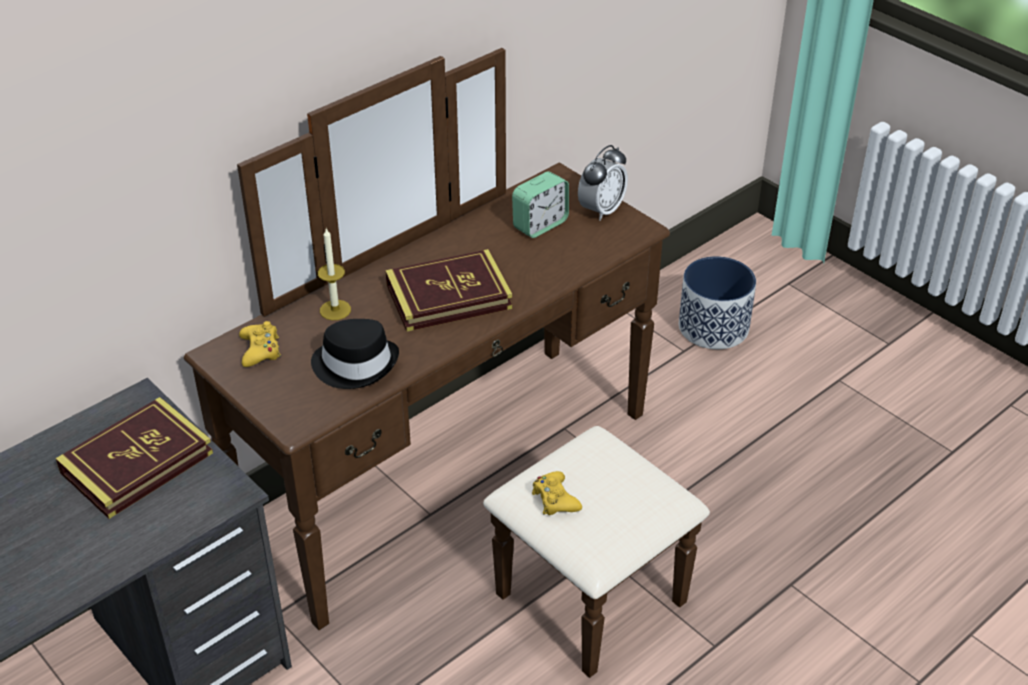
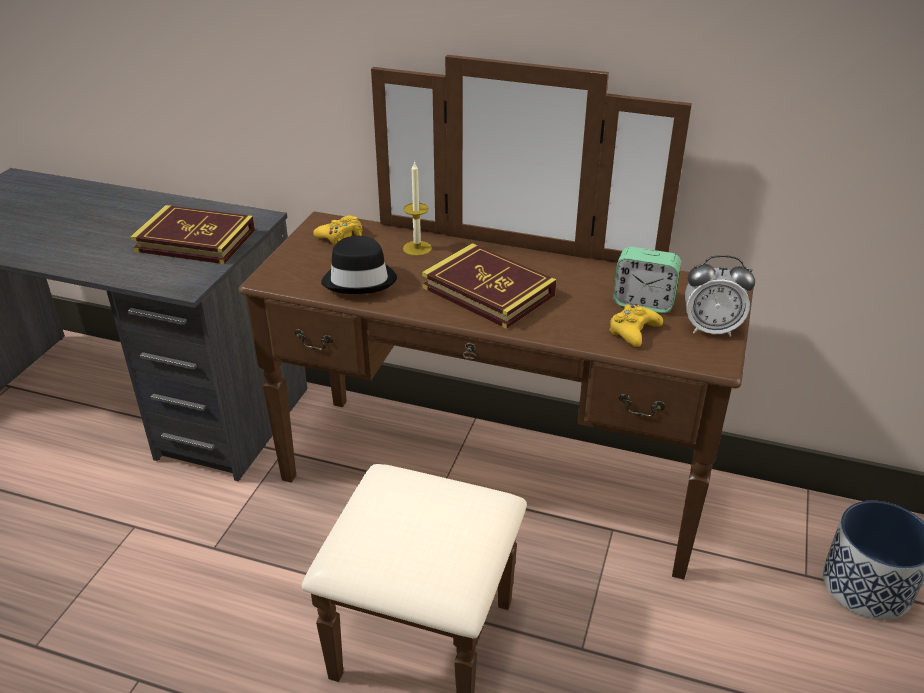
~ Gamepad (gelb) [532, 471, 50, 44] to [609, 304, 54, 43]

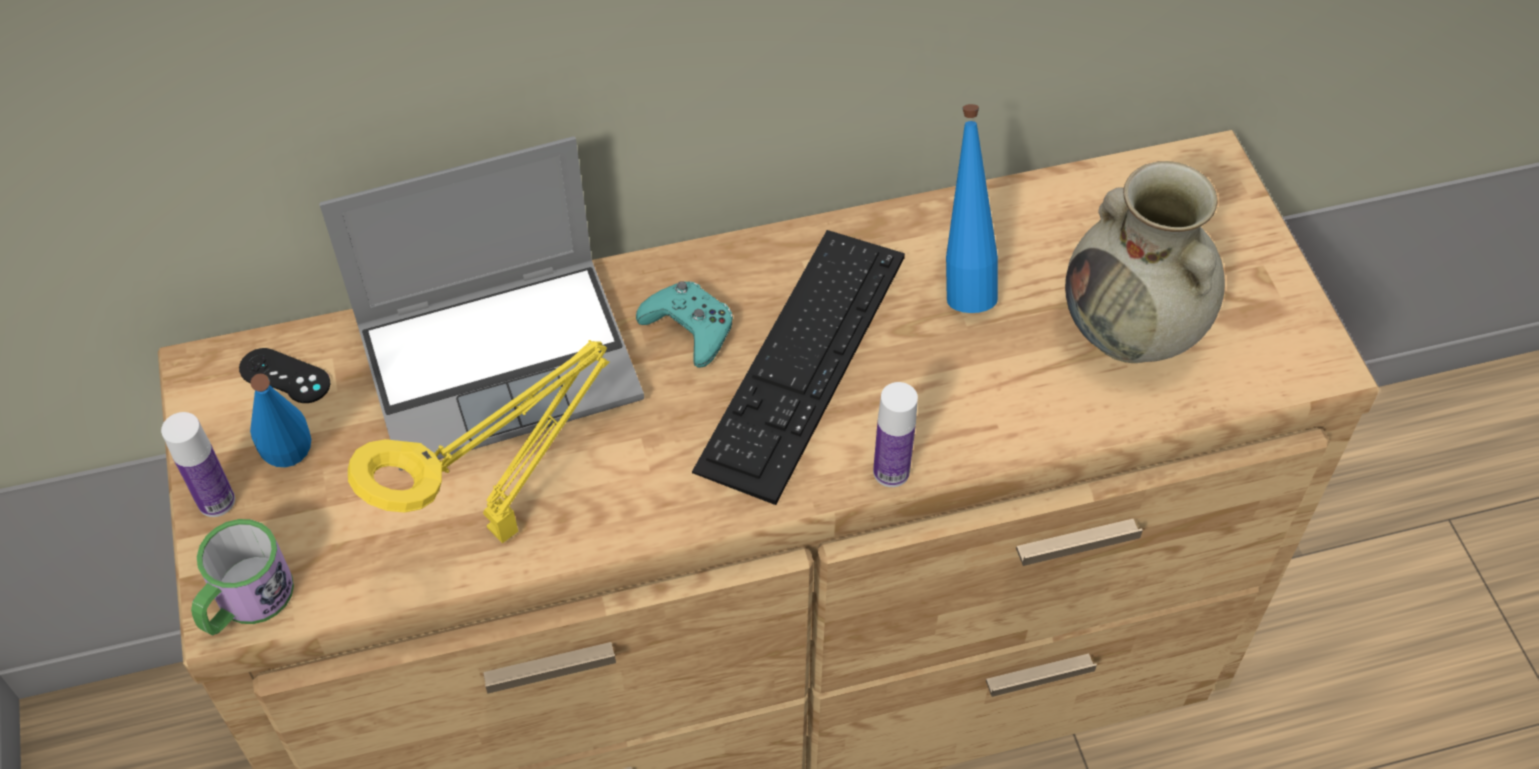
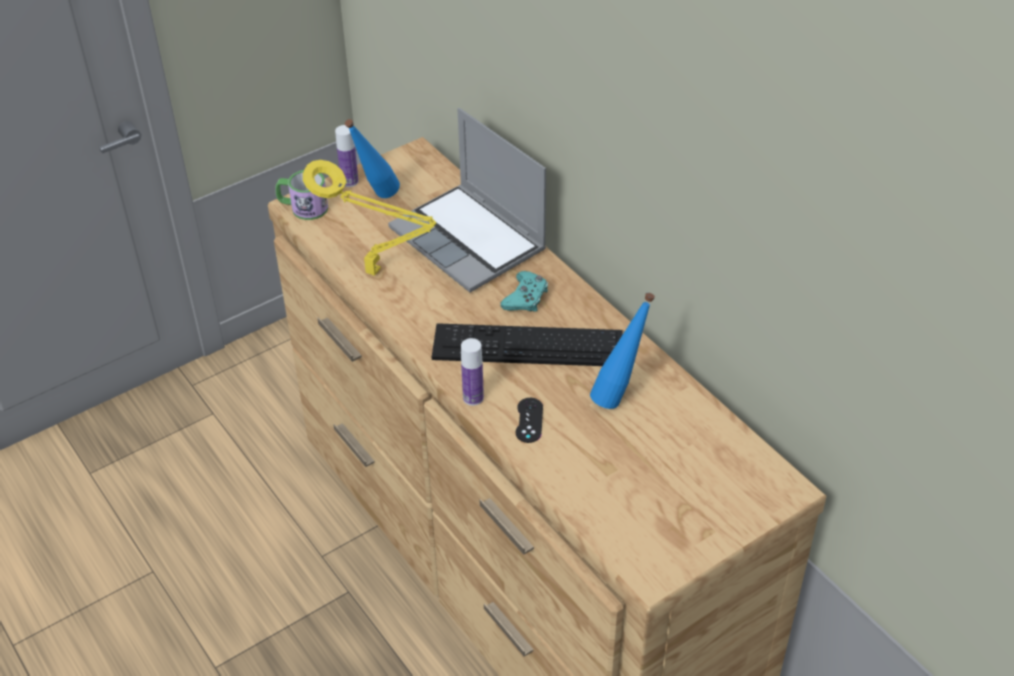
~ Gamepad (schwarz) [239, 348, 91, 55] to [516, 398, 27, 45]
- Vase (beige) [1065, 161, 160, 202]

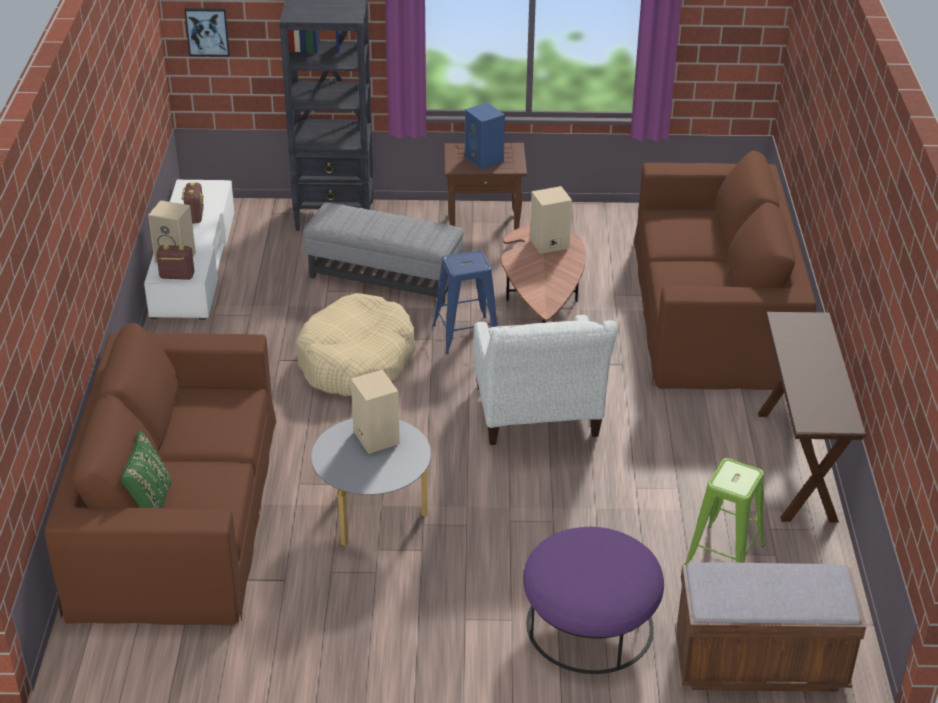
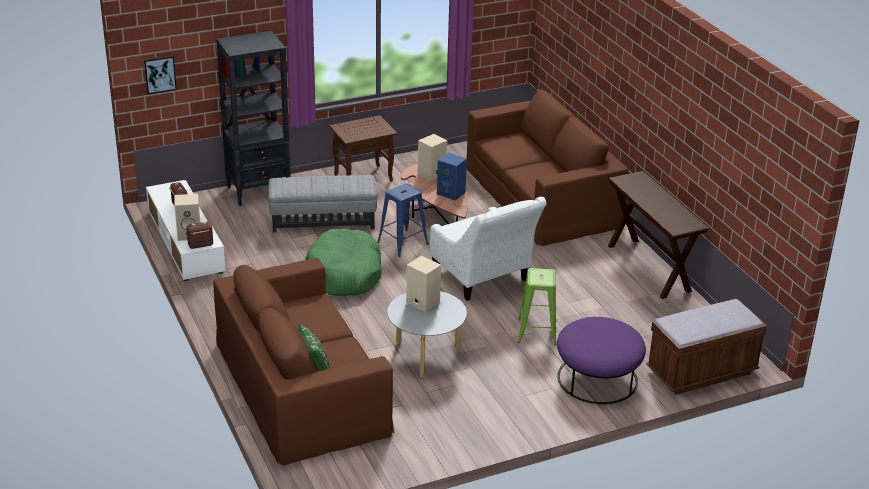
~ Hundebett (beige) [296, 293, 120, 103] to Hundebett (grün) [306, 229, 76, 67]
~ Lautsprecher (blau) [465, 102, 40, 68] to [437, 152, 30, 49]
~ Hocker (grün) [684, 458, 81, 107] to [518, 268, 39, 77]

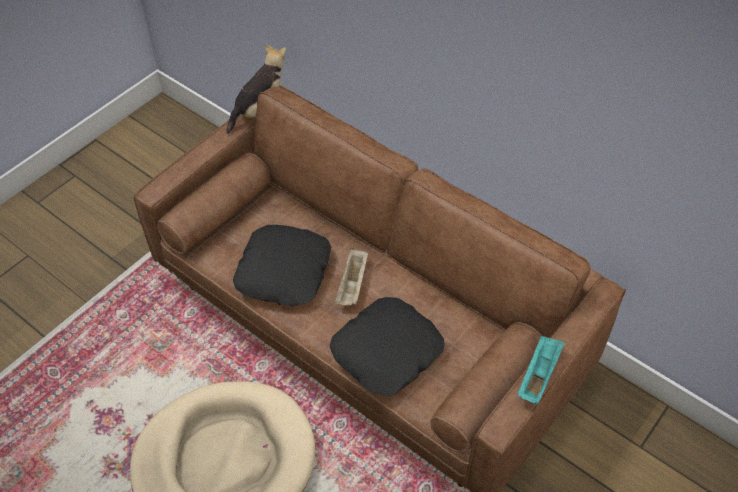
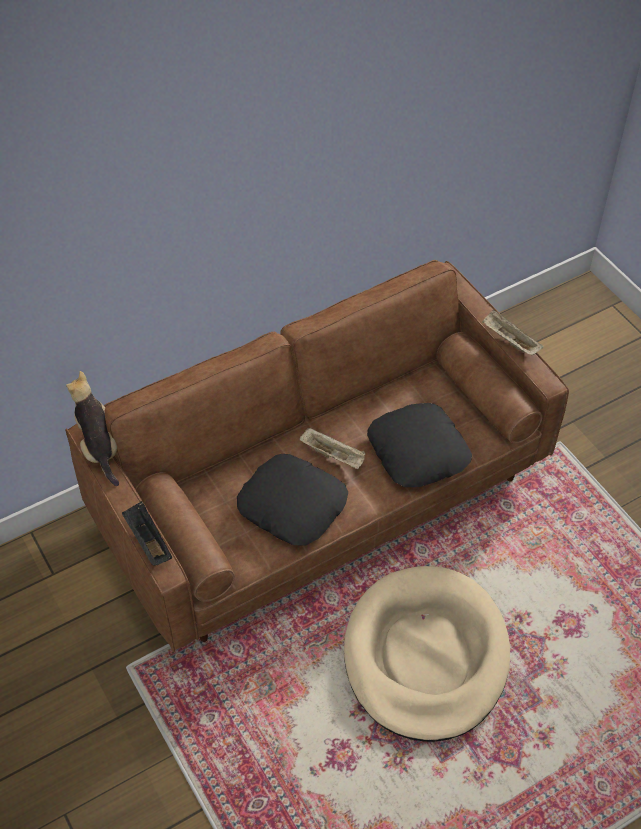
~ Tablett (türkis) [518, 336, 47, 69] to Tablett (beige) [482, 310, 62, 45]
+ Tablett (schwarz) [122, 501, 50, 65]

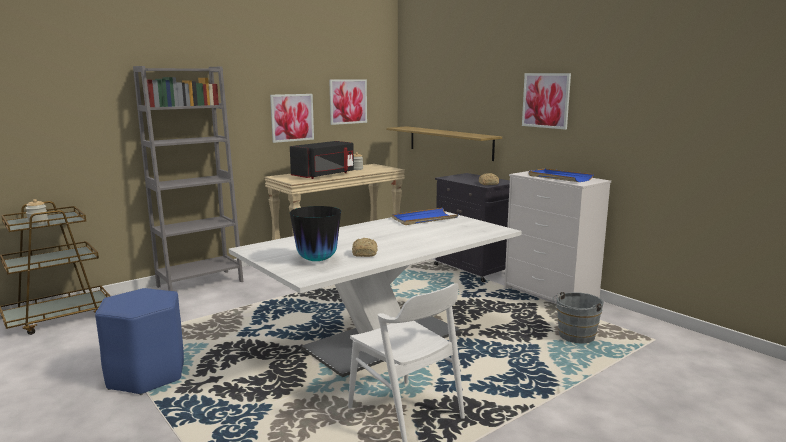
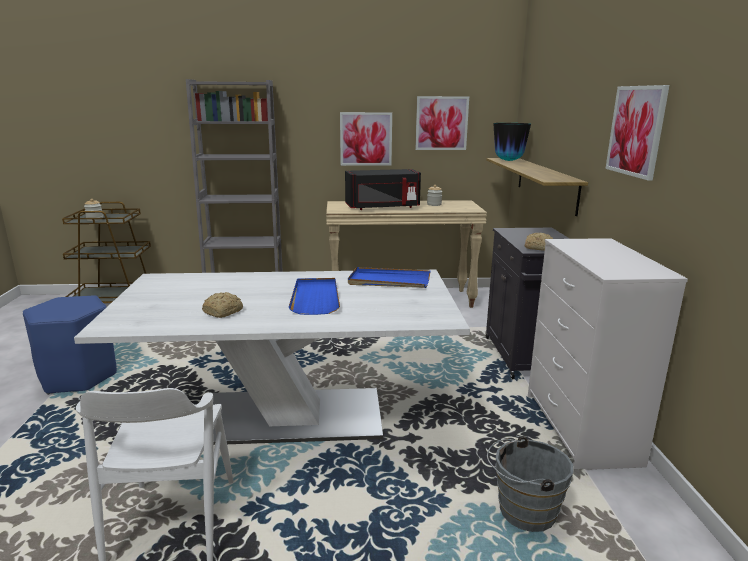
~ Vase [290, 206, 51, 55] to [493, 123, 38, 38]
~ Tablett (blau) [529, 168, 65, 14] to [289, 278, 51, 37]

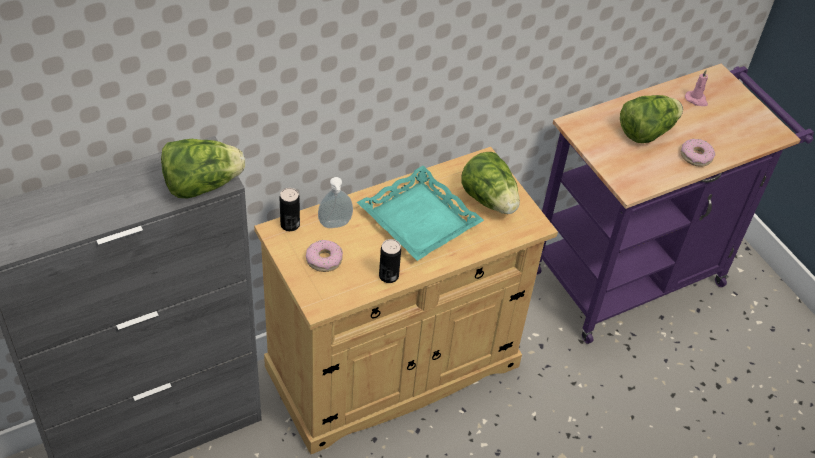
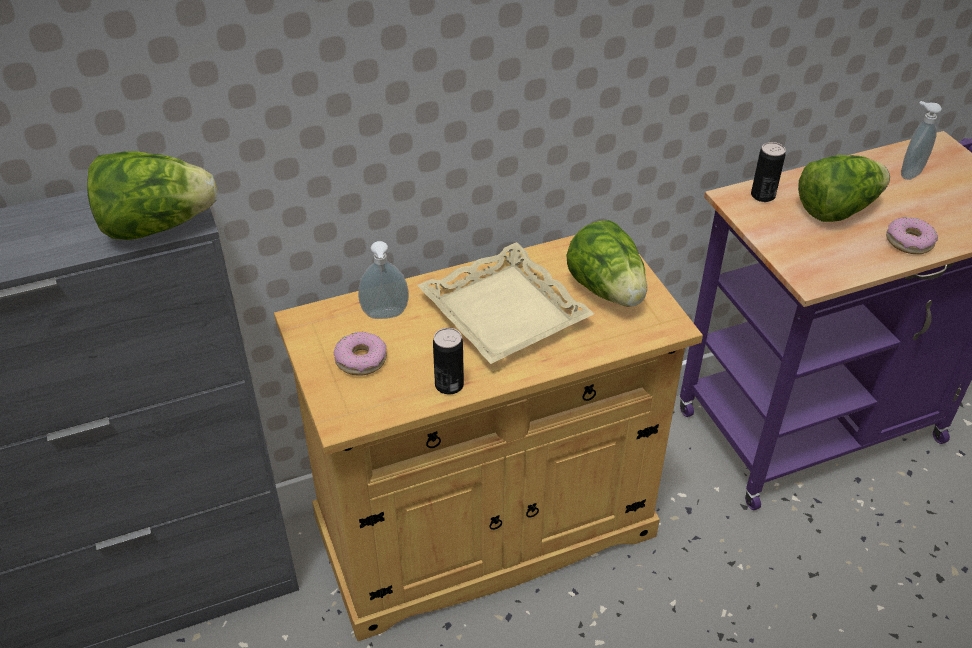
~ Dose [279, 188, 21, 43] to [751, 142, 35, 60]
~ Tablett (türkis) [357, 166, 127, 95] to Tablett (beige) [417, 242, 177, 122]
~ Kerze (rosa) [685, 69, 23, 37] to Seifenspender [901, 101, 41, 79]

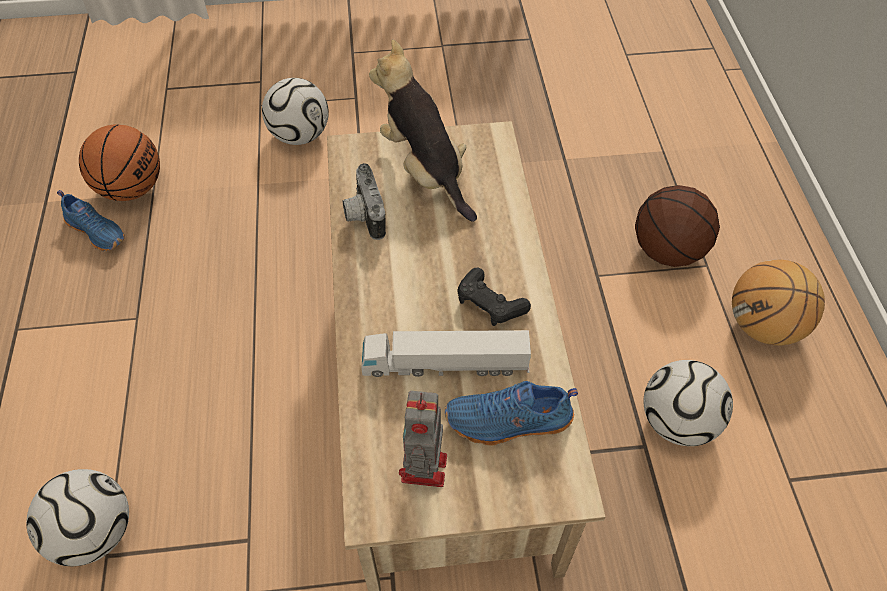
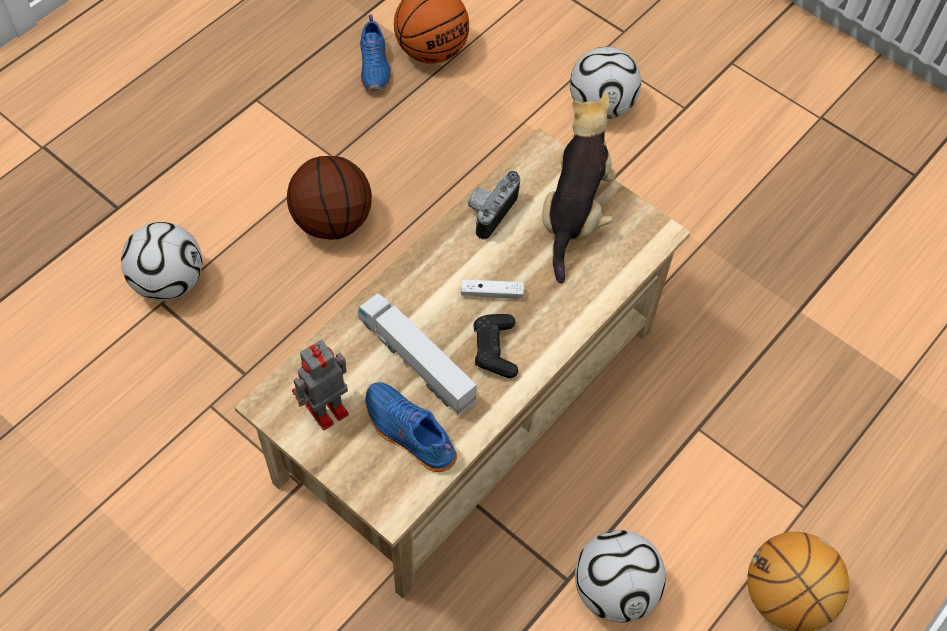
~ Basketball [635, 185, 85, 82] to [287, 156, 85, 84]
+ Gamepad (weiß) [461, 279, 63, 20]

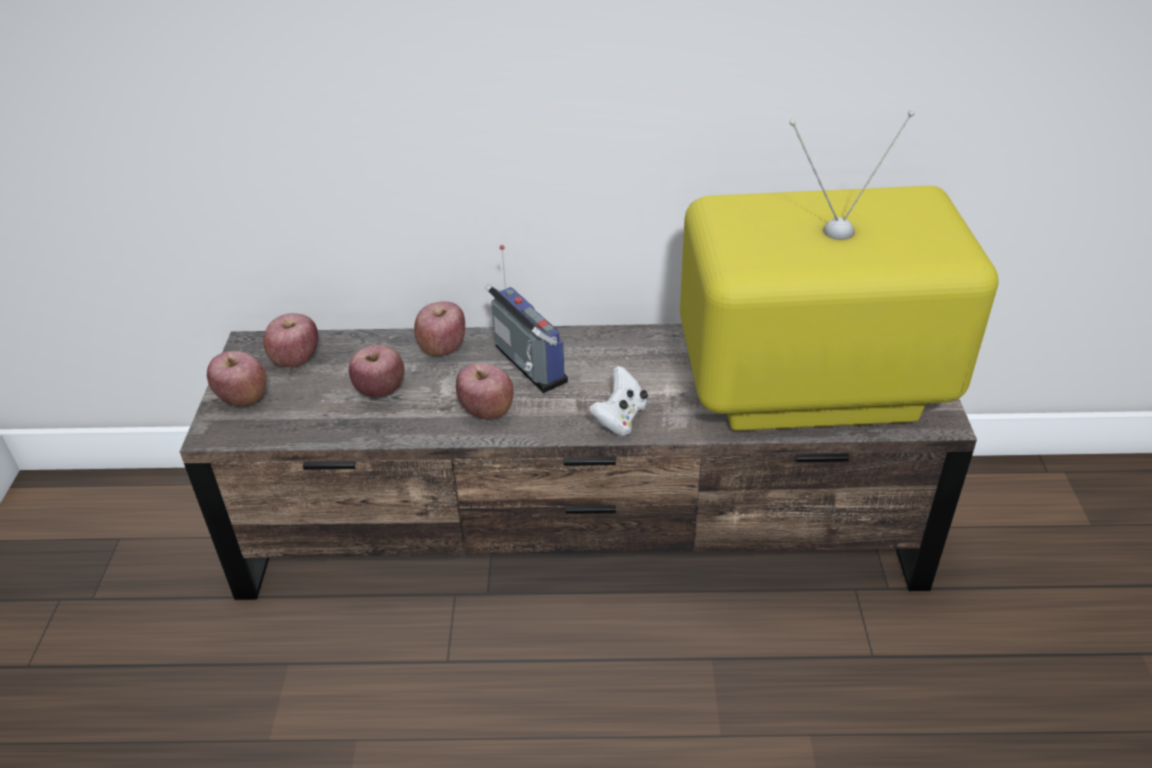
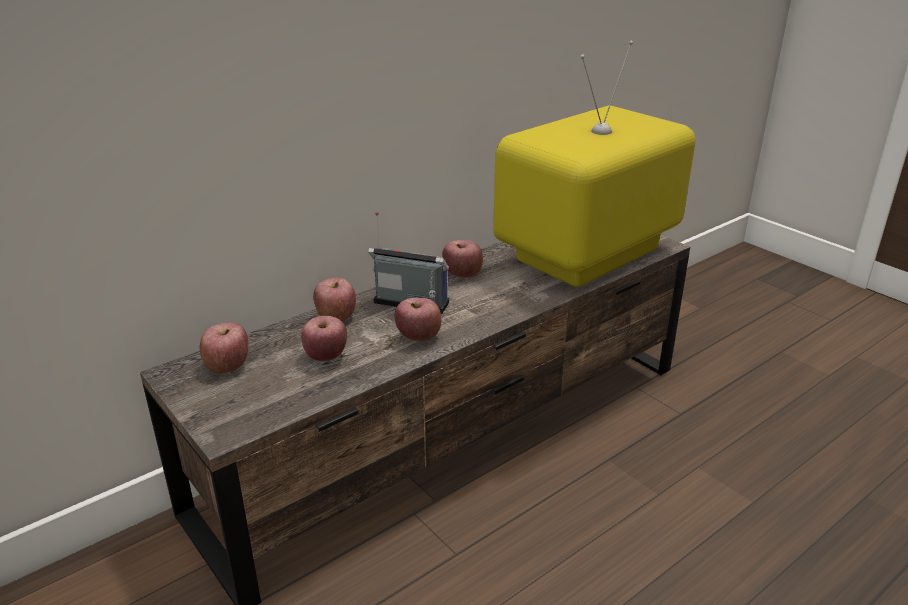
~ Apfel [207, 351, 59, 56] to [442, 240, 41, 38]
- Gamepad (weiß) [589, 366, 59, 69]

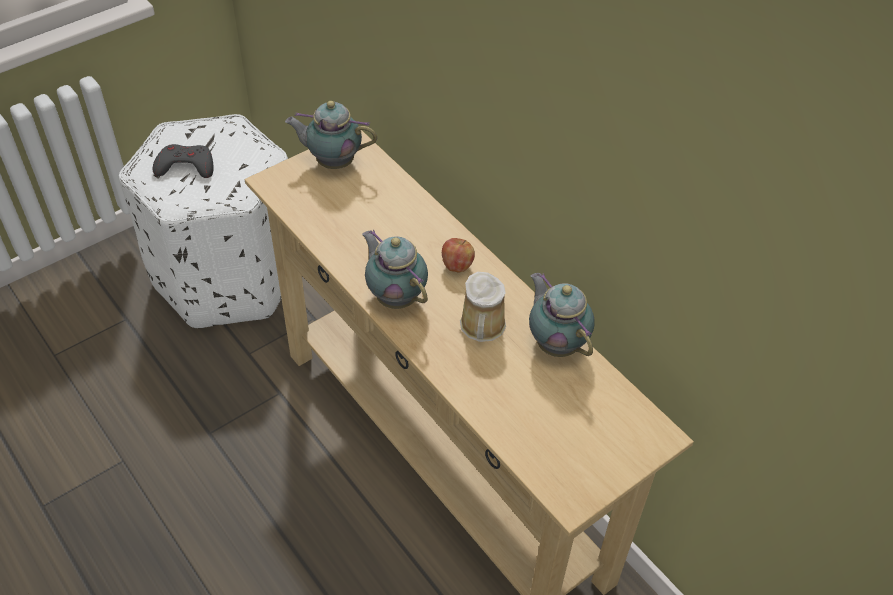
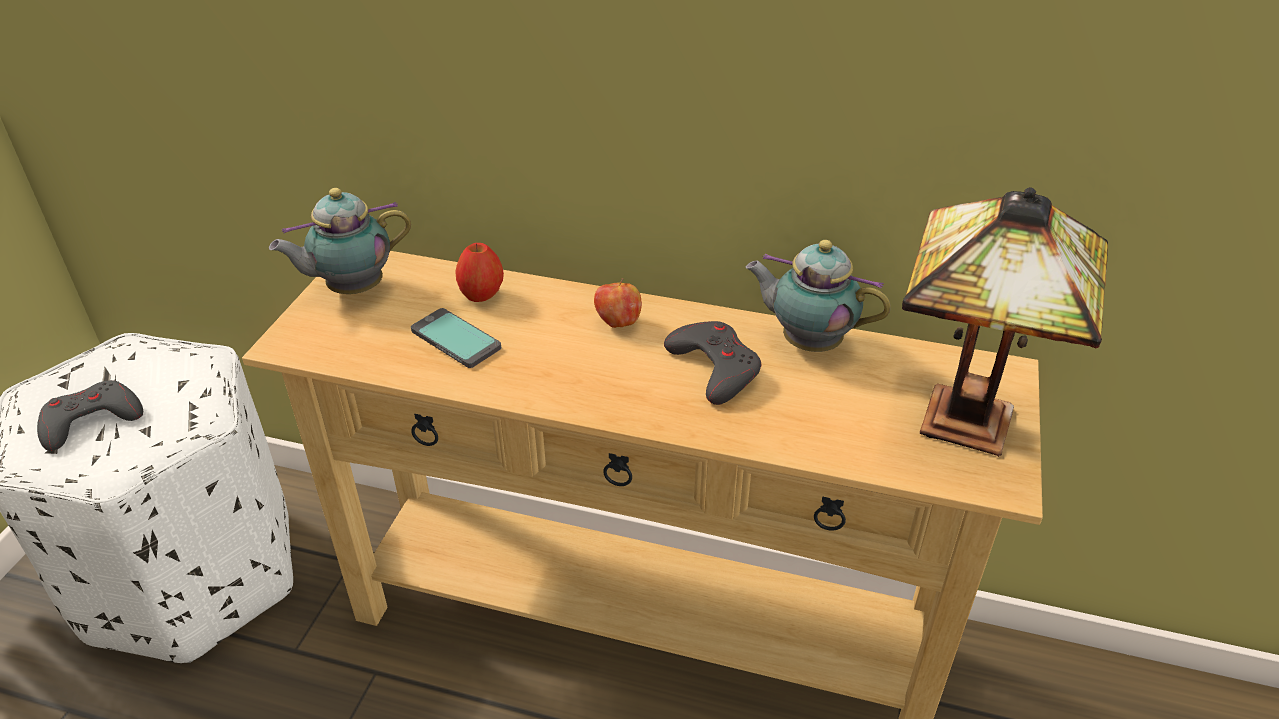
- Teekanne [362, 230, 66, 79]
~ Henkelbecher [460, 272, 46, 70] to Gamepad (grau) [664, 321, 97, 84]
+ Handy [411, 308, 90, 60]
+ Apfel [455, 243, 49, 59]
+ Tischlampe [902, 187, 206, 270]

